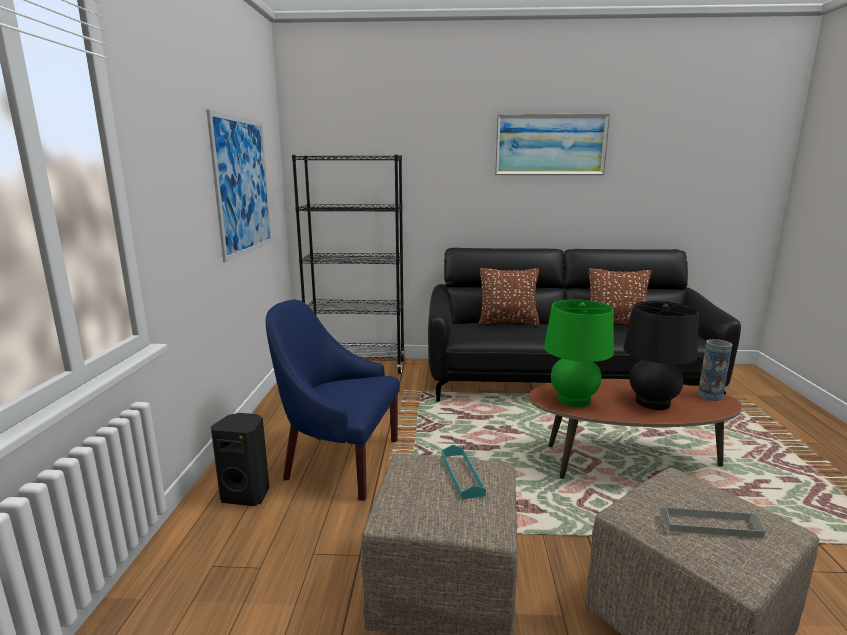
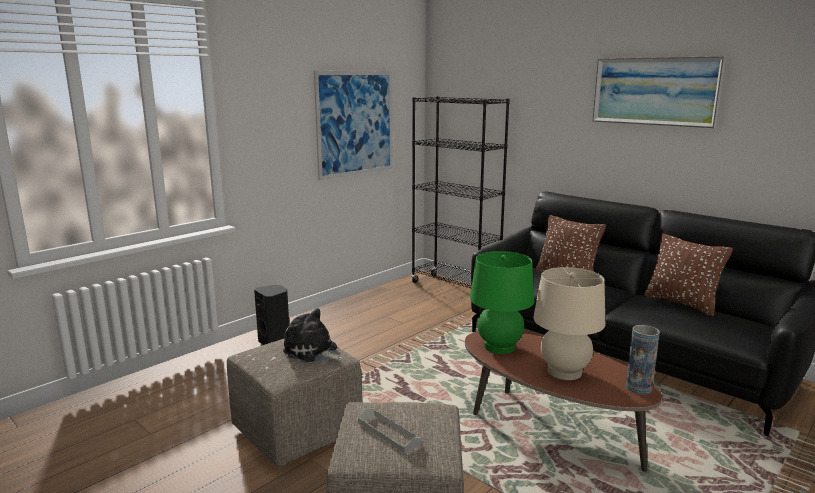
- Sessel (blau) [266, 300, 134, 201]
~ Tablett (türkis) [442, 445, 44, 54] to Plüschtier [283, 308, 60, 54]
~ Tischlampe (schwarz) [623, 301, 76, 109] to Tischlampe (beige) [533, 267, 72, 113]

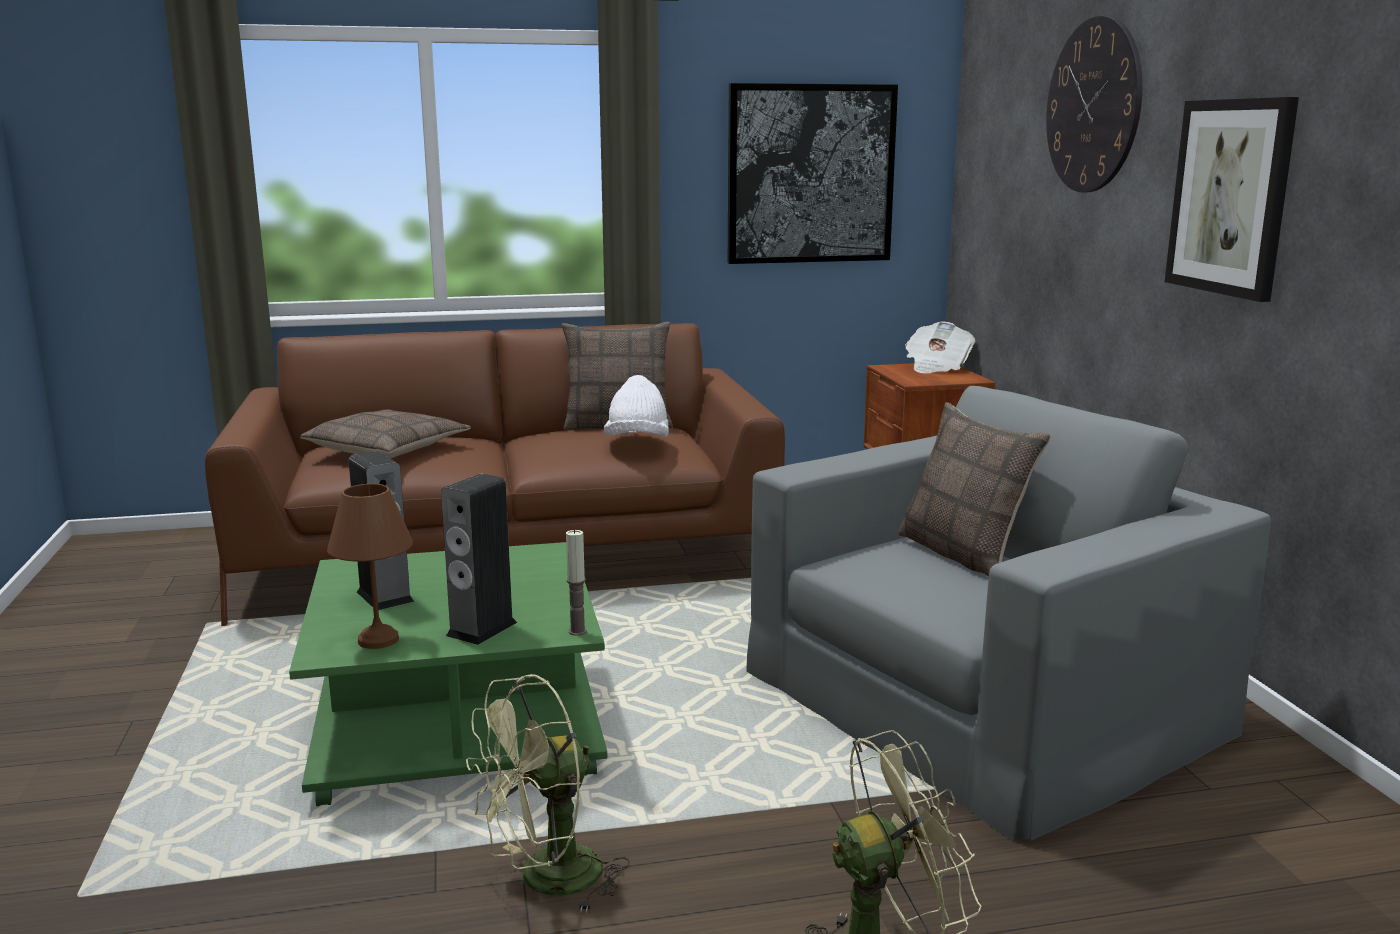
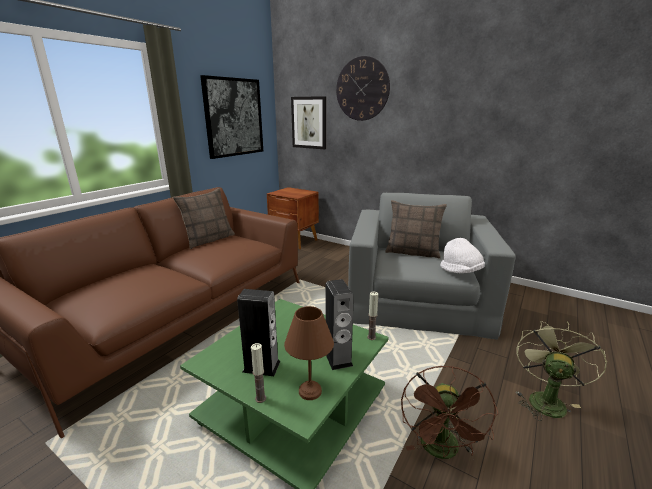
- Kissen [300, 409, 171, 49]
~ Ventilator (grün) [466, 674, 164, 239] to Ventilator (braun) [401, 366, 97, 93]
~ Hut (weiß) [604, 375, 65, 62] to [440, 238, 45, 35]
- Zeitung [905, 322, 71, 51]
~ Bild [1165, 97, 134, 205] to [291, 96, 35, 53]
+ Kerze [251, 343, 15, 60]

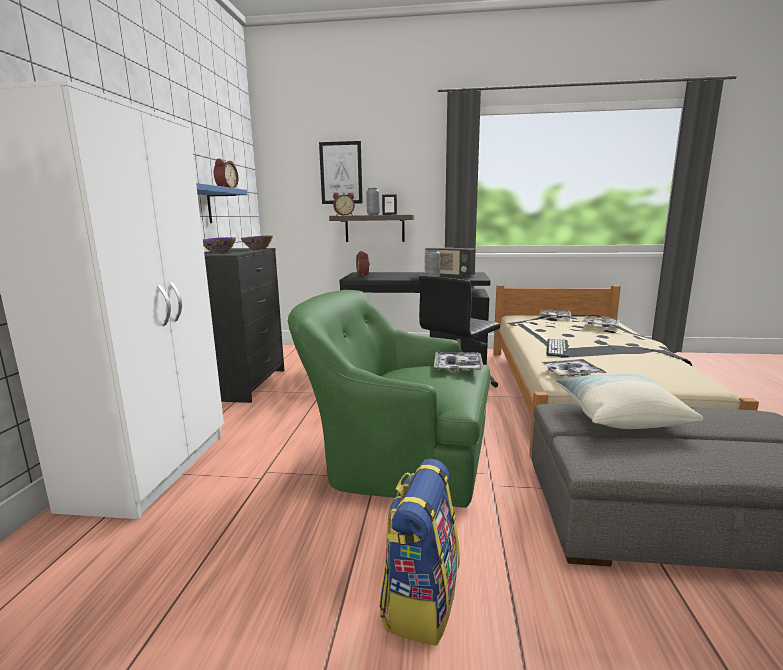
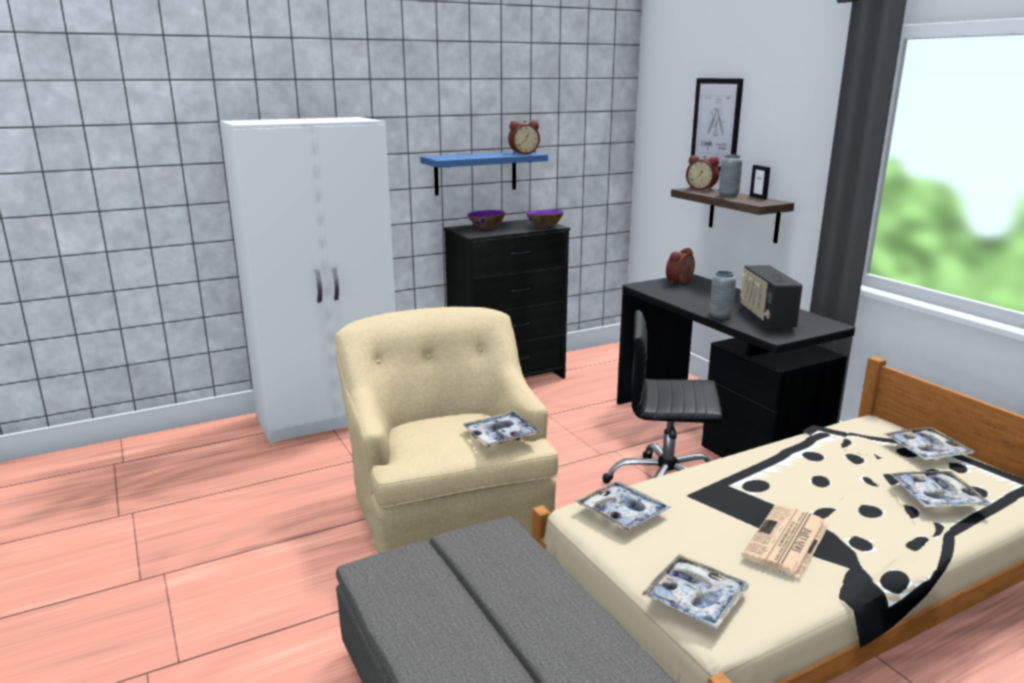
~ Sessel (grün) [288, 290, 202, 218] to Sessel (beige) [334, 307, 224, 247]
- Rucksack [379, 459, 81, 187]
- Tastatur [547, 338, 22, 19]
- Kissen [556, 374, 148, 55]
+ Tablett [641, 554, 108, 75]
+ Zeitung [742, 504, 87, 75]

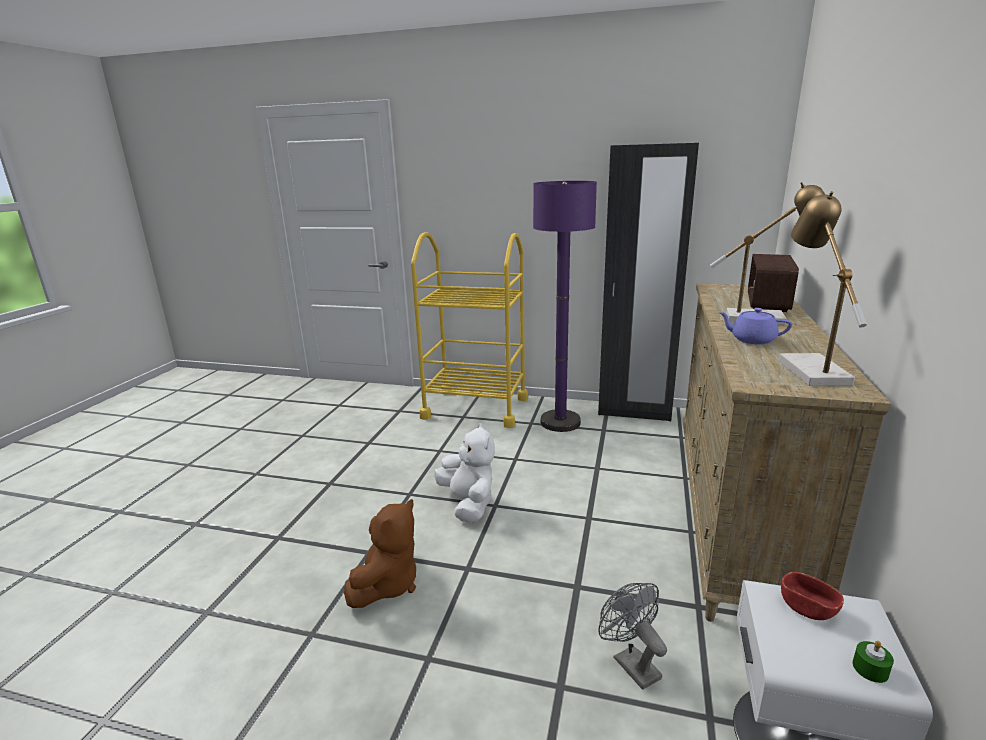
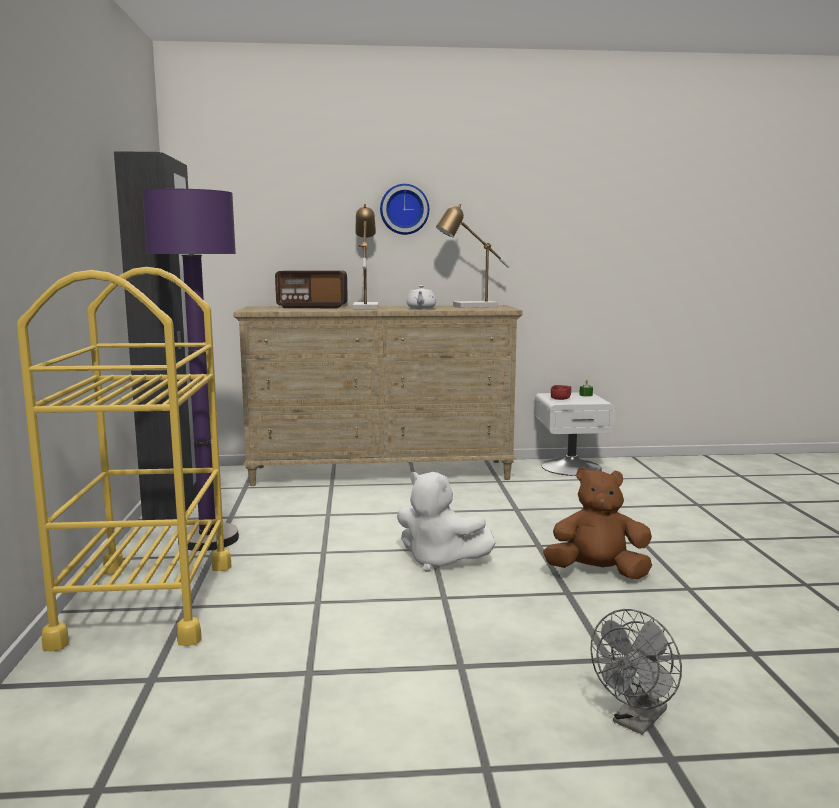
~ Plüschtier (weiß) [434, 423, 61, 100] = [397, 472, 99, 100] 105 degrees counterclockwise
~ Ventilator (grau) [598, 583, 69, 107] to [591, 609, 91, 126]
~ Teekanne (lila) [718, 308, 74, 37] to Teekanne (weiß) [407, 285, 29, 24]
+ Wanduhr [380, 184, 49, 51]

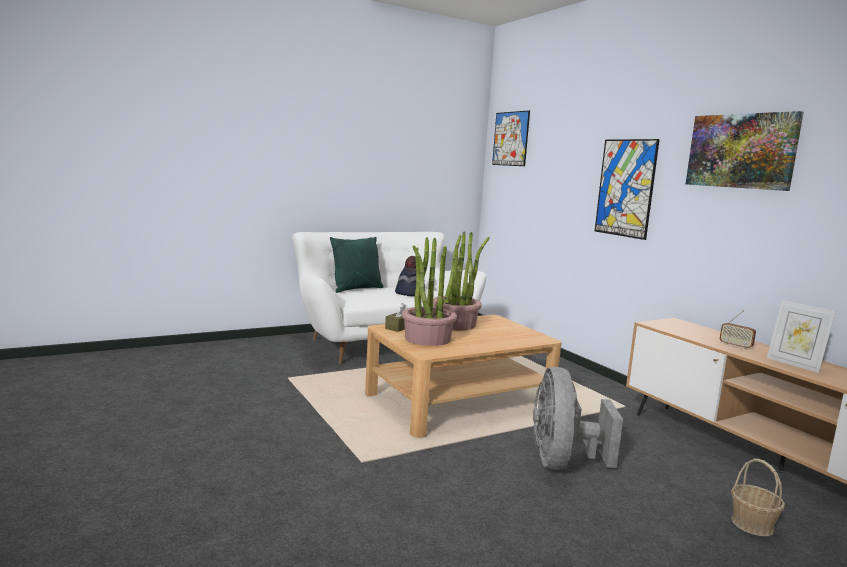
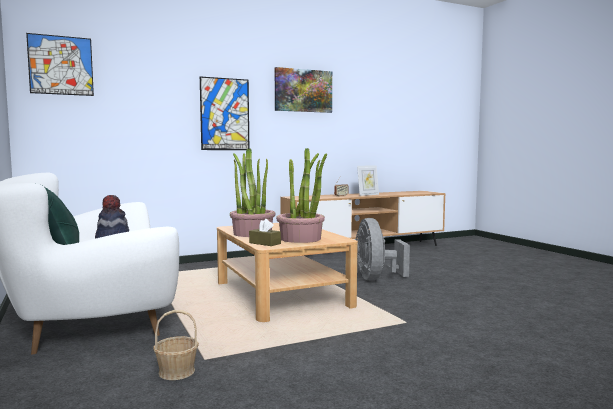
~ Ventilator (grau) [533, 367, 90, 103] = [356, 218, 54, 63] 75 degrees clockwise
~ Korb [731, 458, 54, 78] to [153, 310, 46, 70]

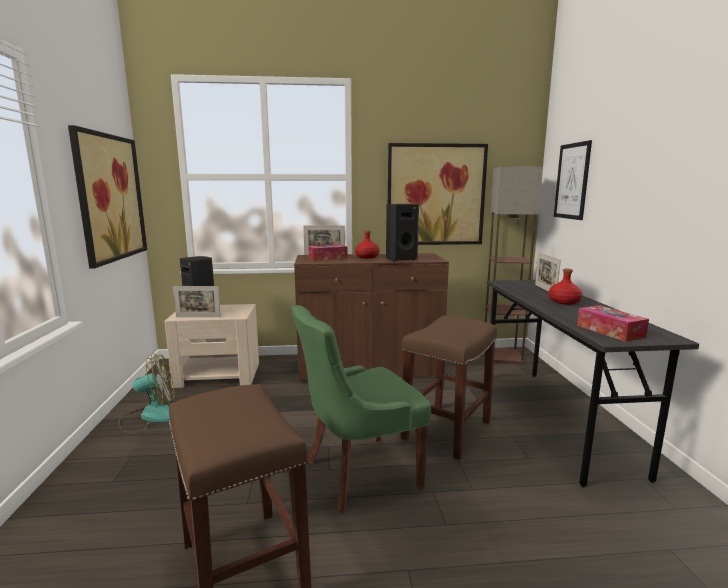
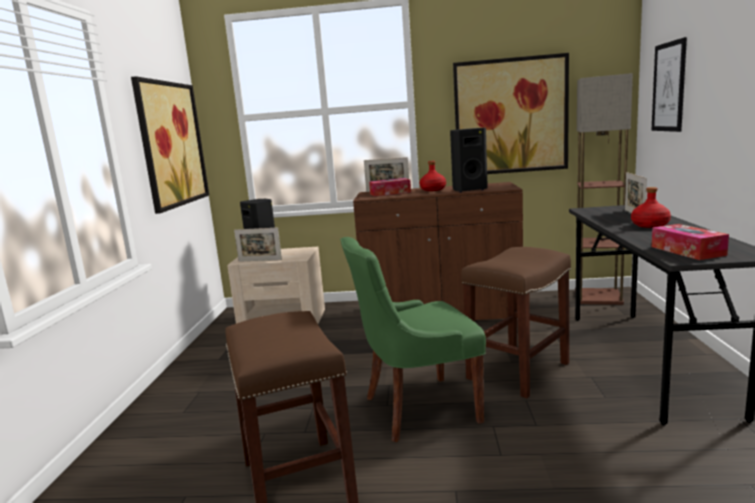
- Ventilator [119, 353, 55, 81]

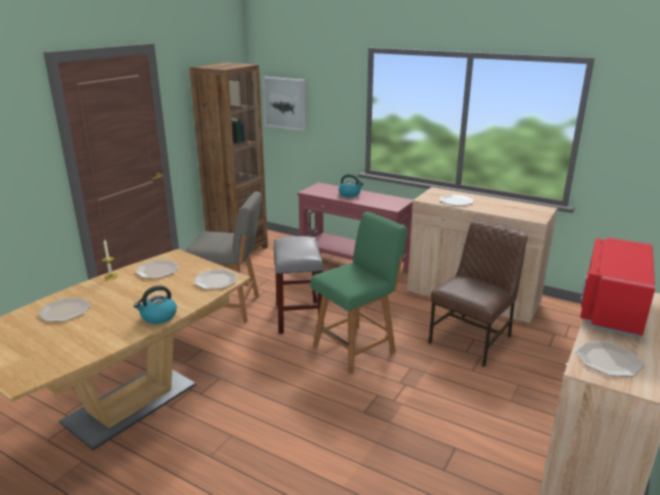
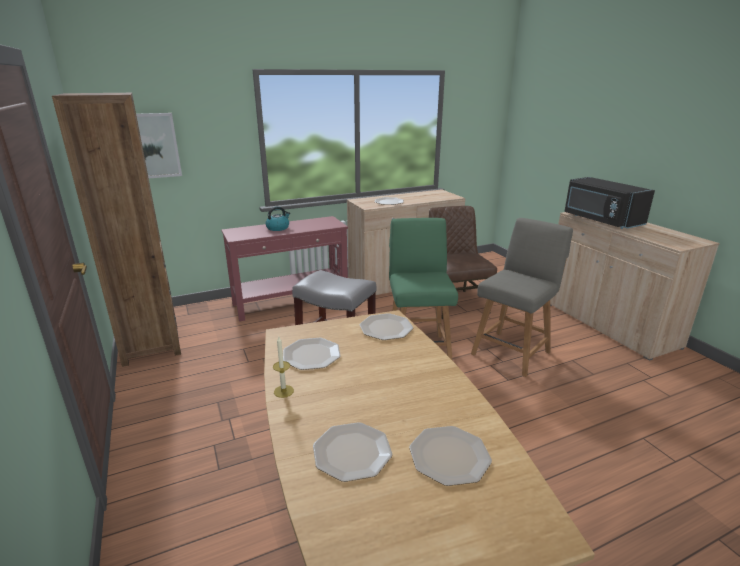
- Wasserkessel [134, 286, 43, 38]
~ Stuhl (grau) [185, 192, 77, 131] to [471, 218, 102, 159]
~ Teller [576, 342, 68, 35] to [409, 426, 83, 60]
~ Mikrowelle (rot) [580, 237, 75, 100] to Mikrowelle (schwarz) [564, 177, 91, 52]

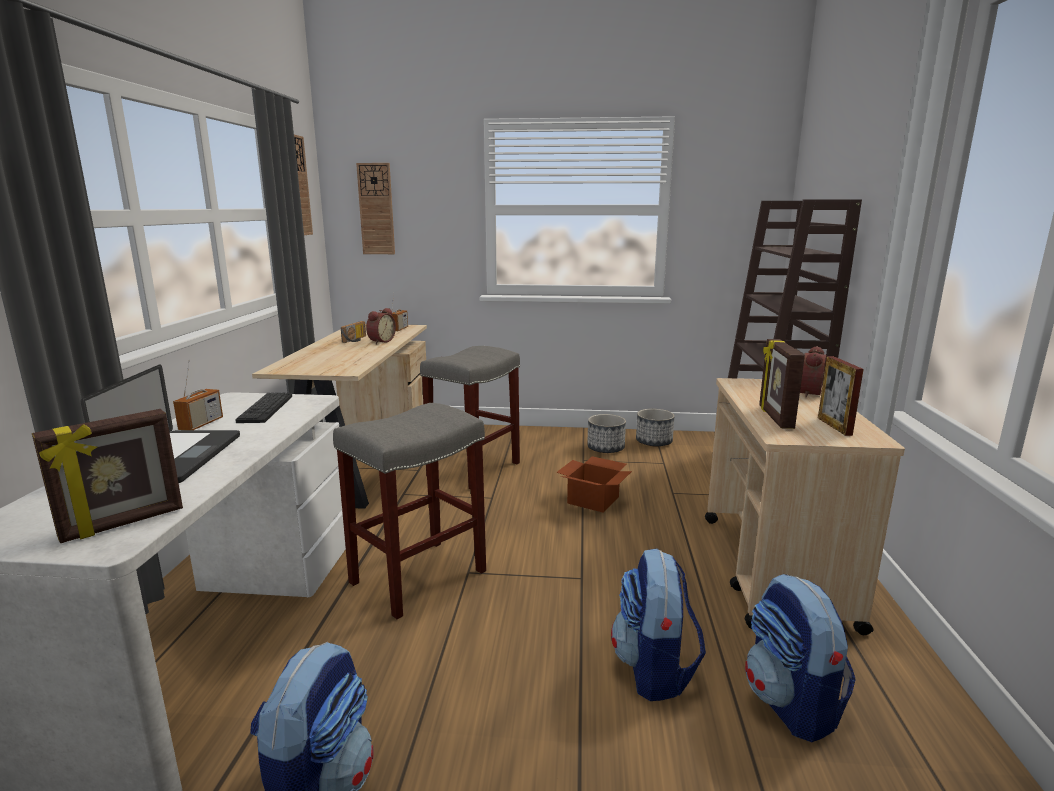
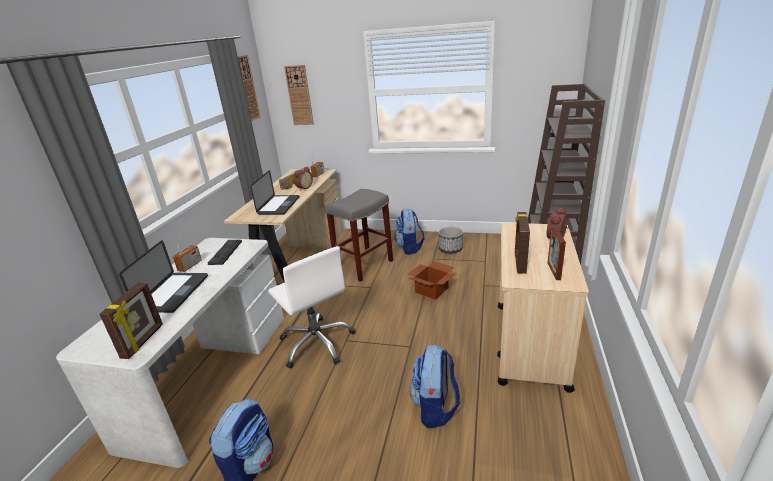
~ Bilderrahmen [32, 409, 151, 134] = [100, 282, 63, 77] 45 degrees counterclockwise
~ Hocker (grau) [333, 403, 153, 216] to Bürostuhl (weiß) [268, 246, 88, 123]
- Pflanzkübel [636, 409, 39, 37]
~ Rucksack [745, 574, 111, 168] to [394, 208, 31, 47]
+ Laptop [250, 170, 50, 45]

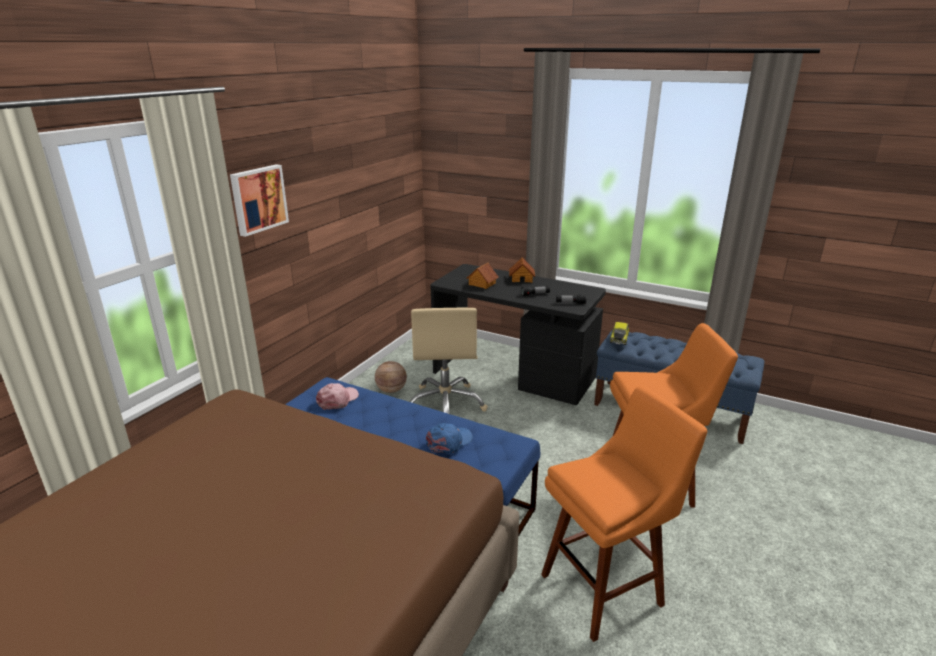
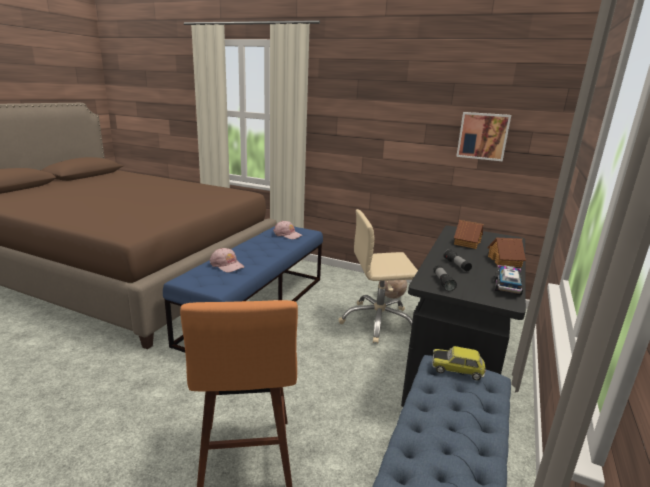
~ Bild [230, 164, 59, 73] to [456, 112, 55, 49]
~ Kappe (blau) [426, 423, 47, 31] to Kappe (rosa) [210, 248, 34, 25]
- Hocker (orange) [541, 386, 166, 256]
+ Spielzeuglaster [494, 265, 30, 30]

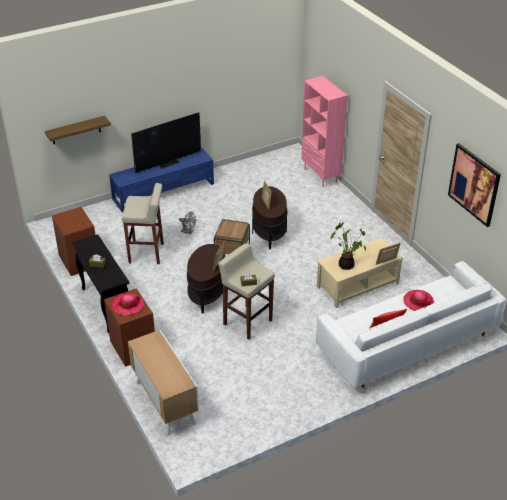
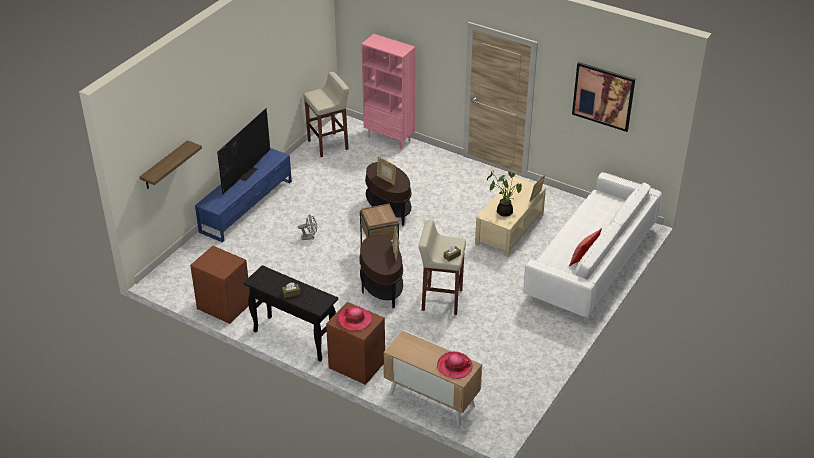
~ Hocker (beige) [122, 183, 42, 81] to [304, 72, 45, 85]
~ Hut [403, 290, 31, 21] to [437, 352, 36, 27]

